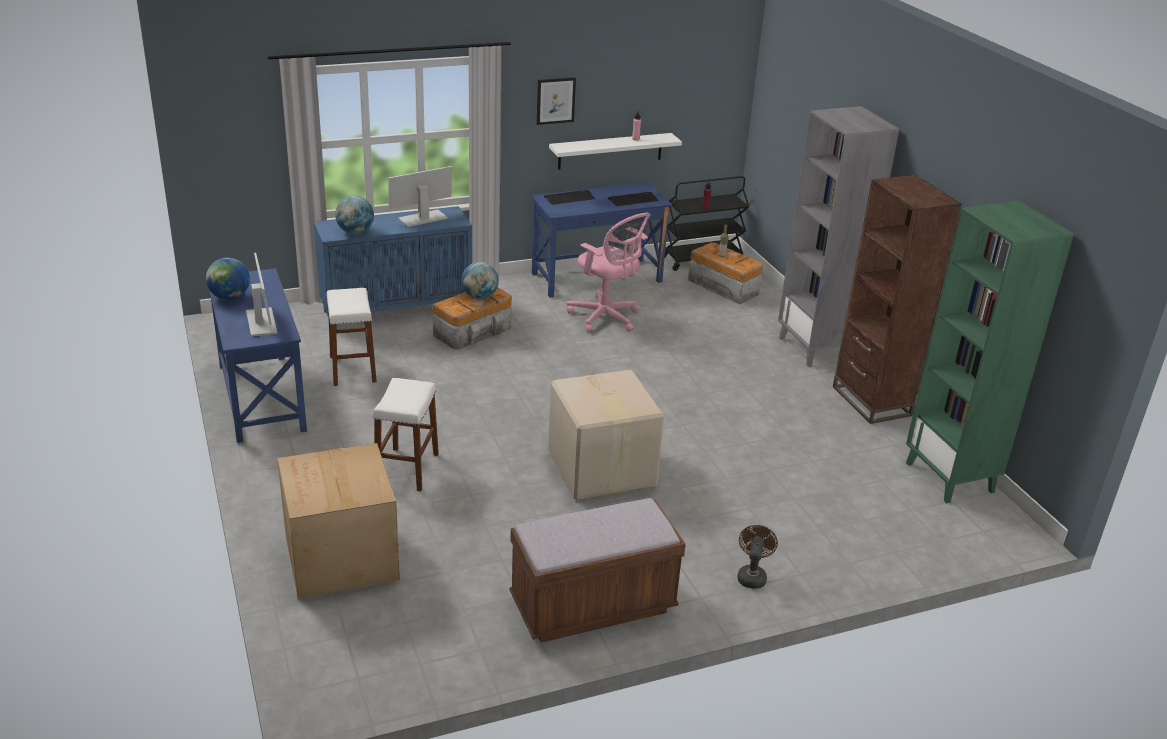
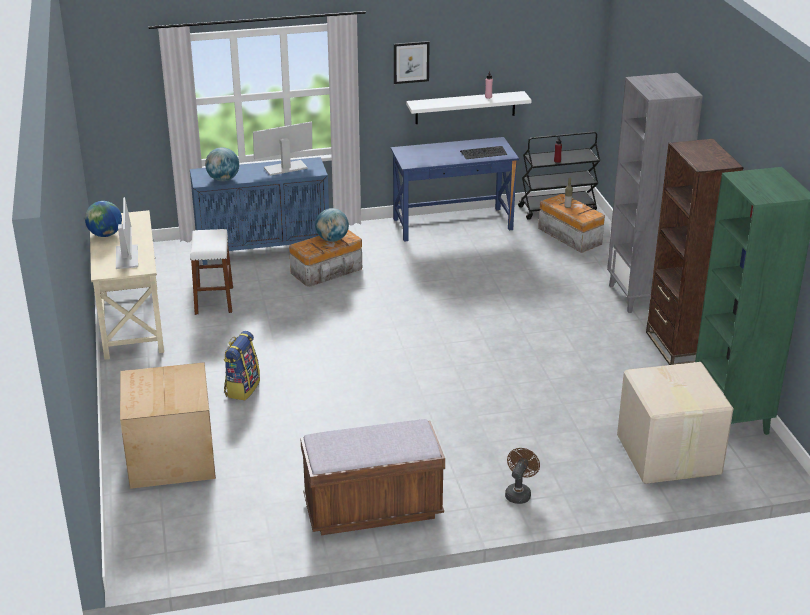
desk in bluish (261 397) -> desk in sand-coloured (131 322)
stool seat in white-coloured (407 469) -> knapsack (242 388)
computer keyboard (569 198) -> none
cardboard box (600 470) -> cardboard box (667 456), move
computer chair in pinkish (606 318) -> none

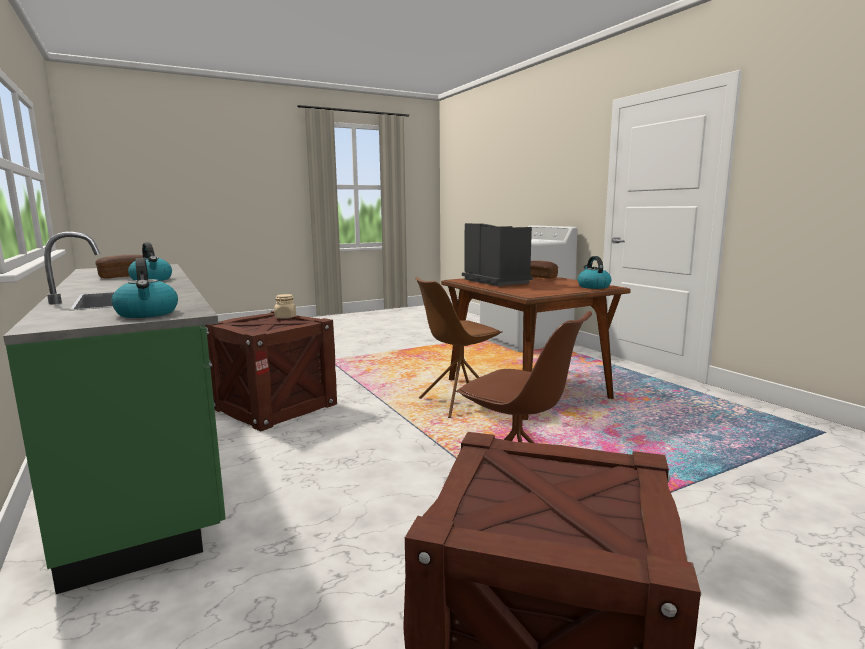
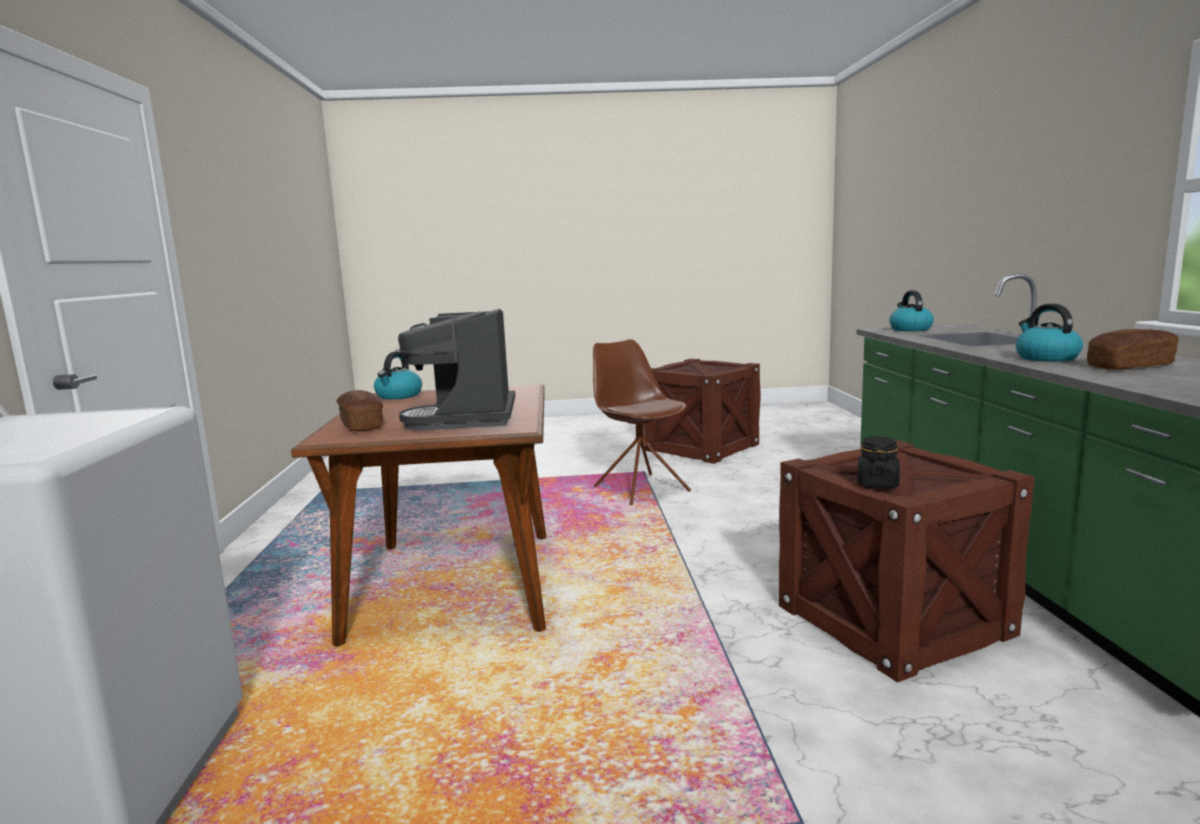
storage jar in sand-coloured (285 317) -> storage jar in black (877 484)
chair in brown-coloured (458 403) -> none

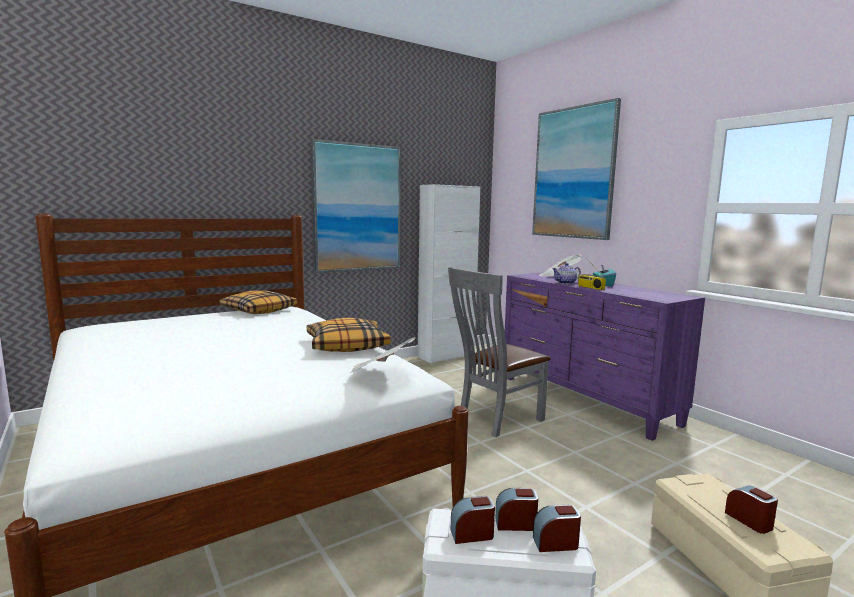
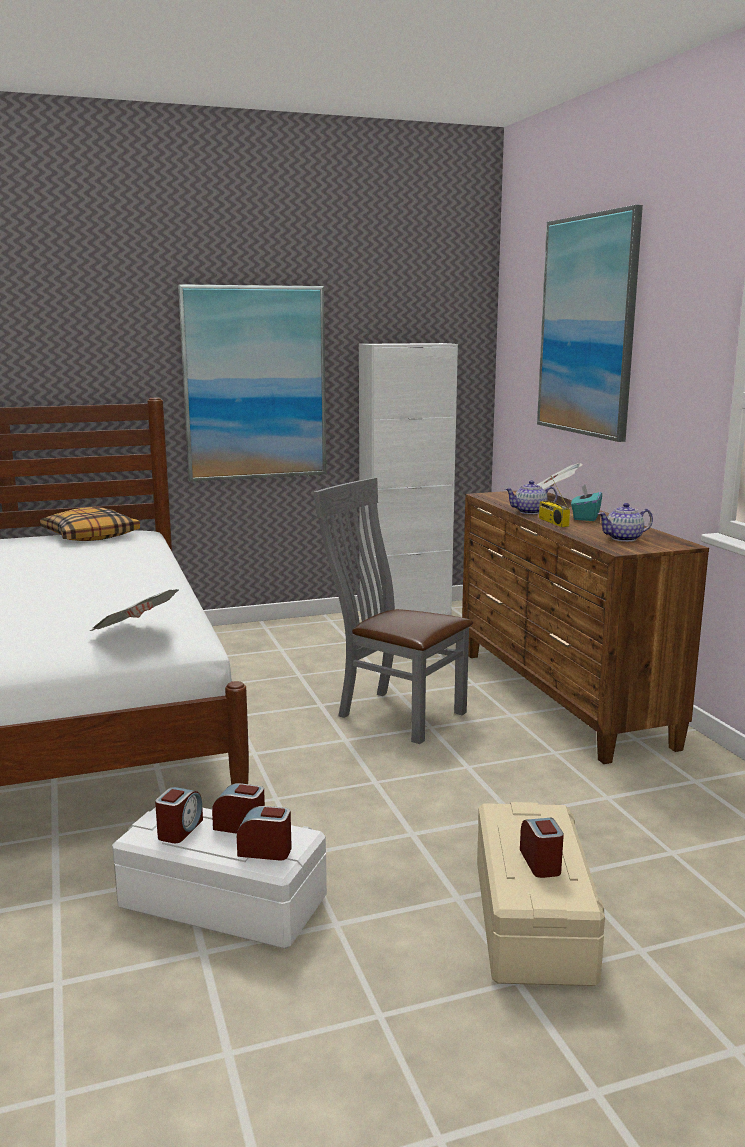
pillow (347 345) -> none
chair in grey (496 420) -> chair in grey (394 713), 60 degrees clockwise
table clock (472 534) -> table clock (180 830), 105 degrees clockwise
dresser in purple-coloured (585 400) -> dresser in brown-coloured (560 698)
none -> teapot (624 538)

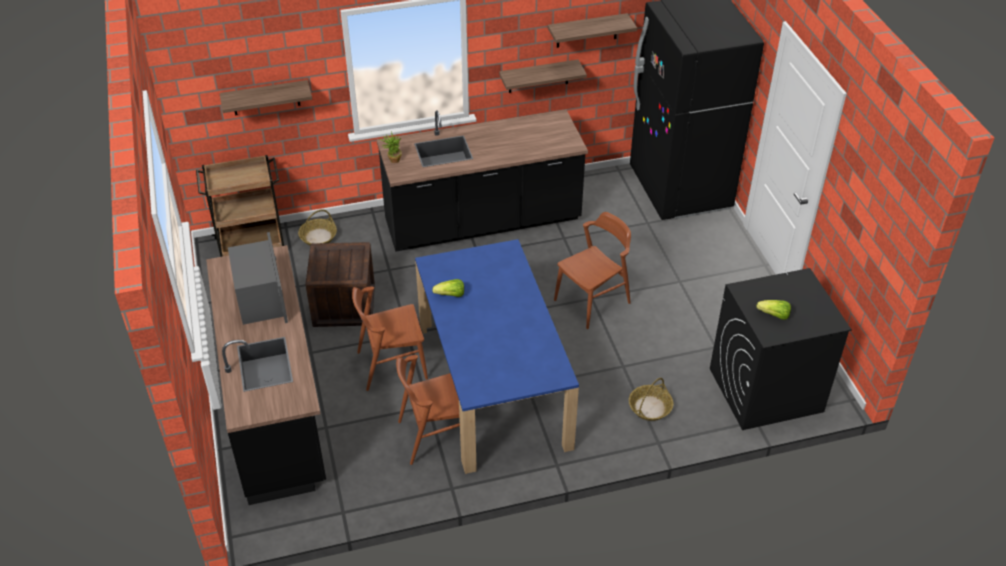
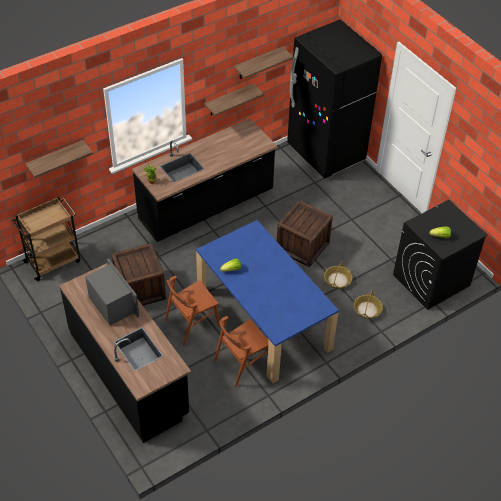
household basket (318 237) -> household basket (337 280), move
chair in brown-coloured (592 301) -> crate (302 246)

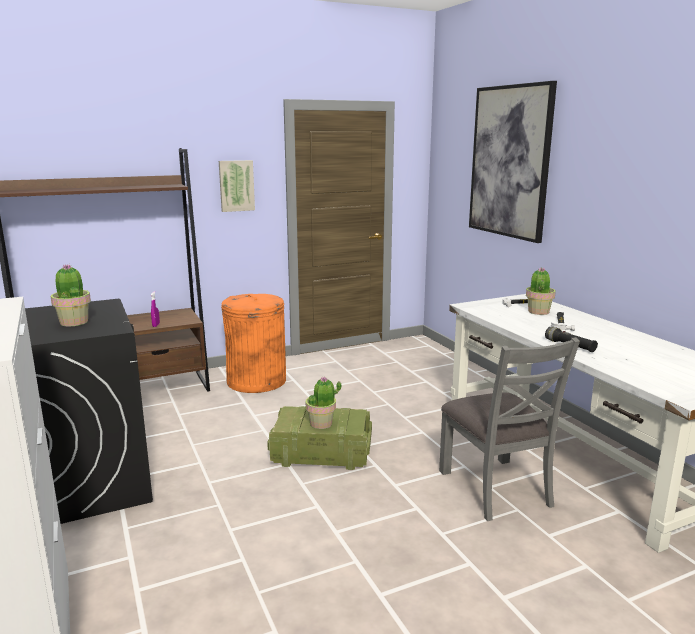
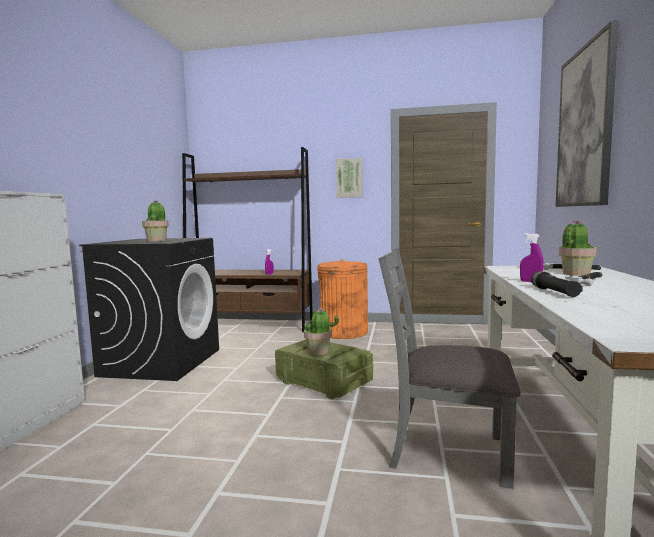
chair in grey (496 488) -> chair in grey (447 451), 90 degrees clockwise
none -> sprayer in purple-coloured (531 282)

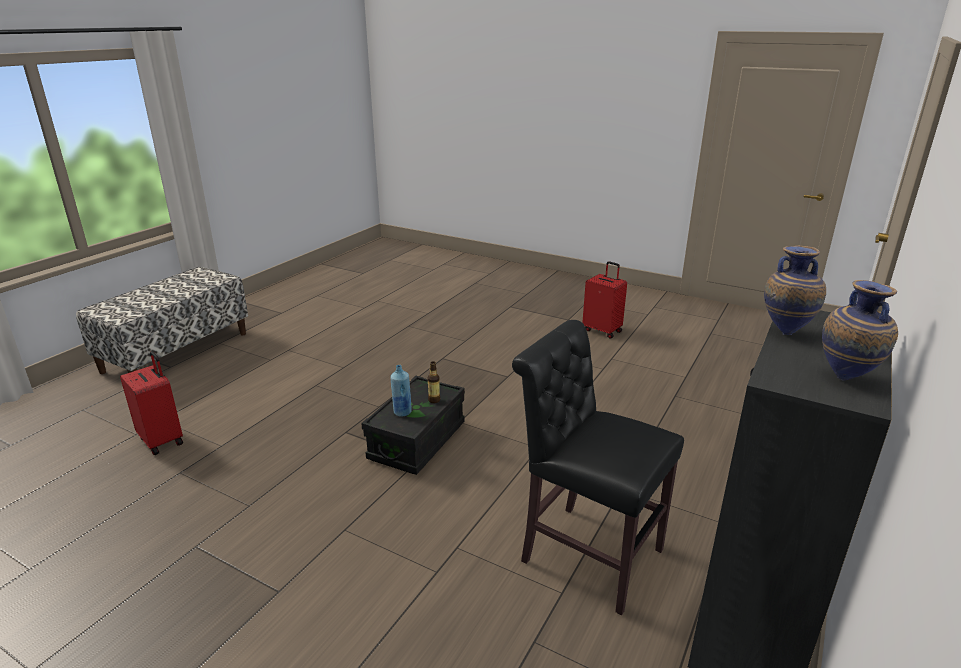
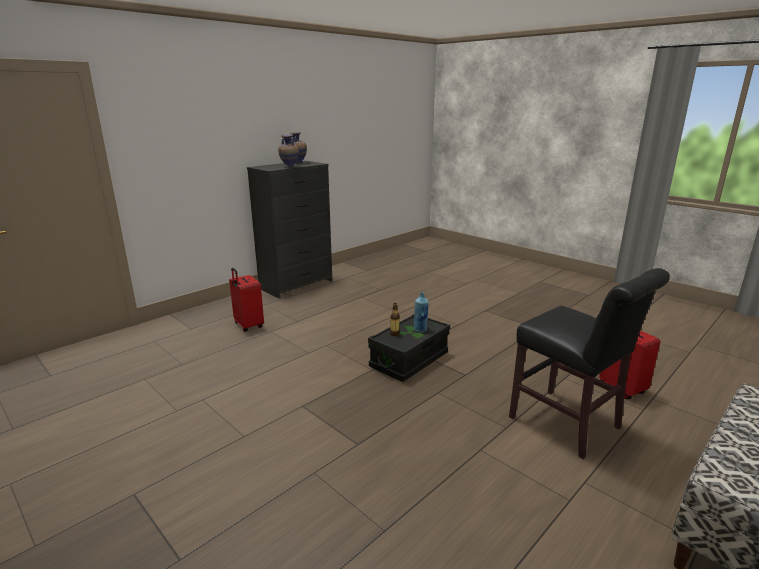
chair in black (585 552) -> chair in black (569 425), move
piece of luggage in red-coloured (603 330) -> piece of luggage in red-coloured (248 326), move

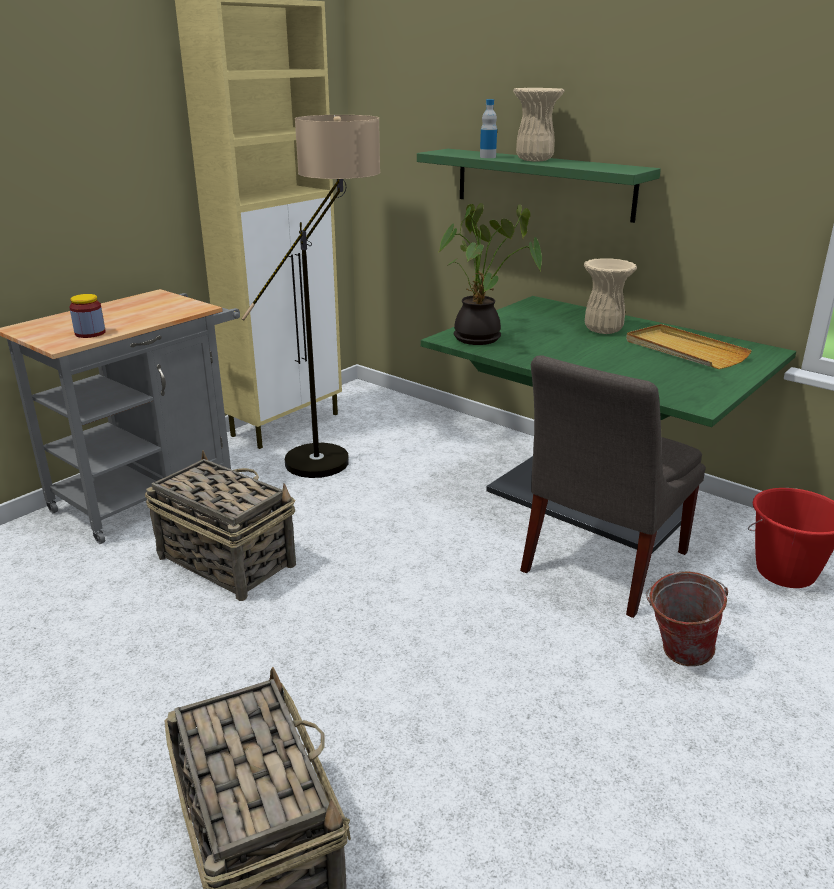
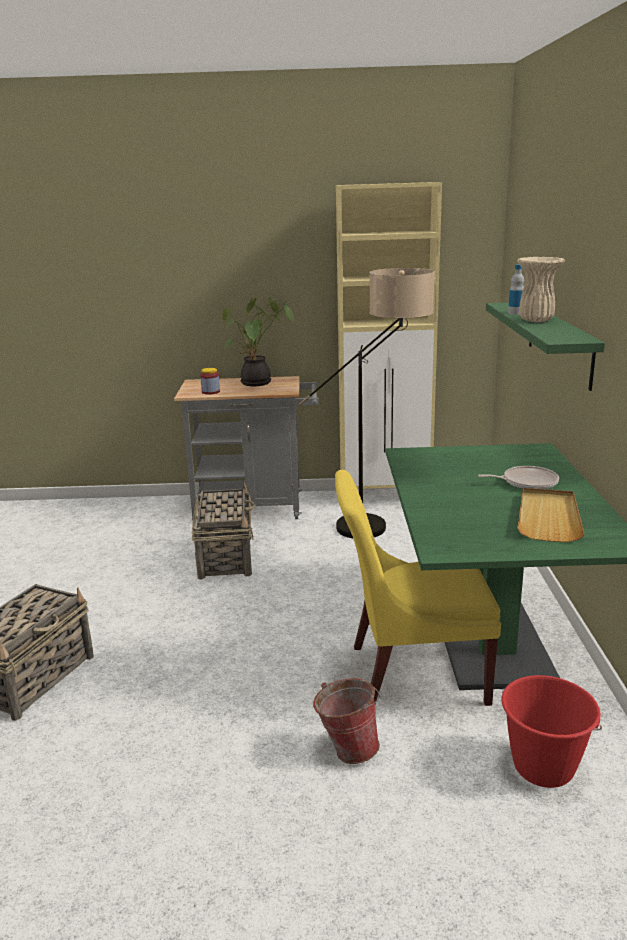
plant in a pot (481 339) -> plant in a pot (257 383), move
chair in grey (600 565) -> chair in yellowish (410 674)
decorative vase in sand-coloured (602 330) -> frying pan (527 482)

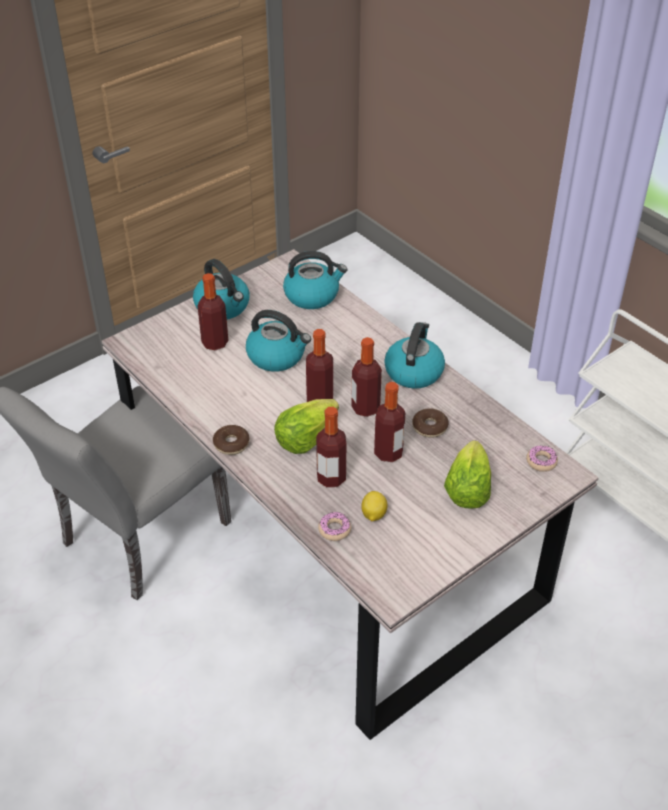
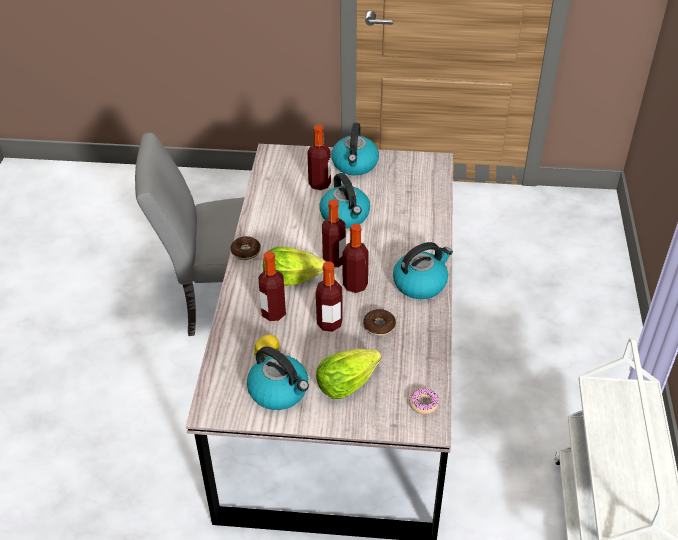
kettle (312 295) -> kettle (279 391), move
ring doughnut (334 530) -> none

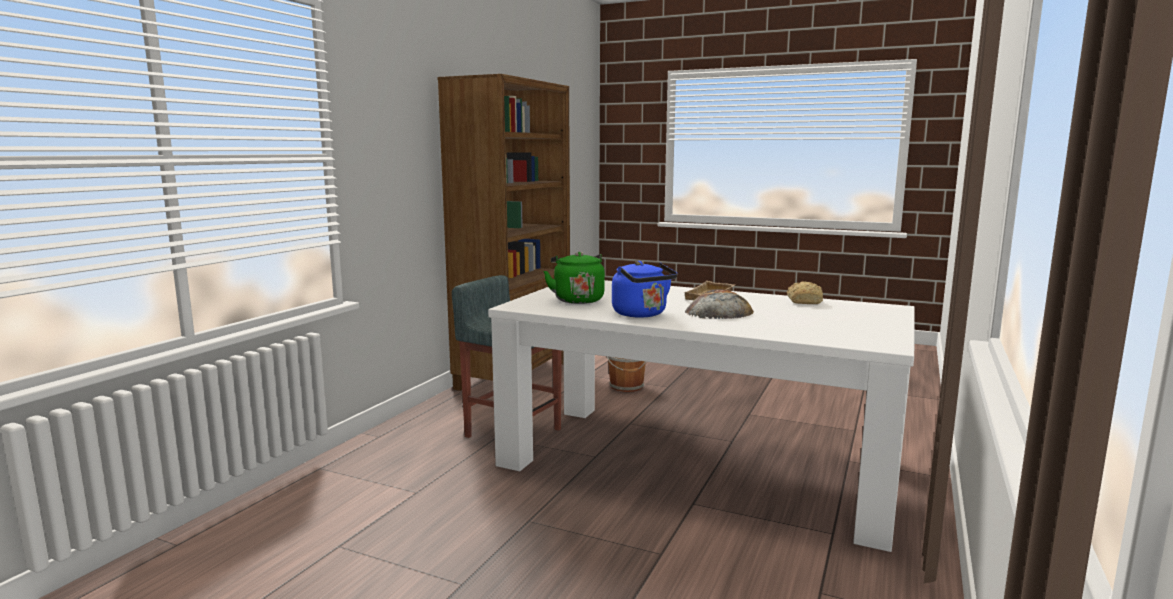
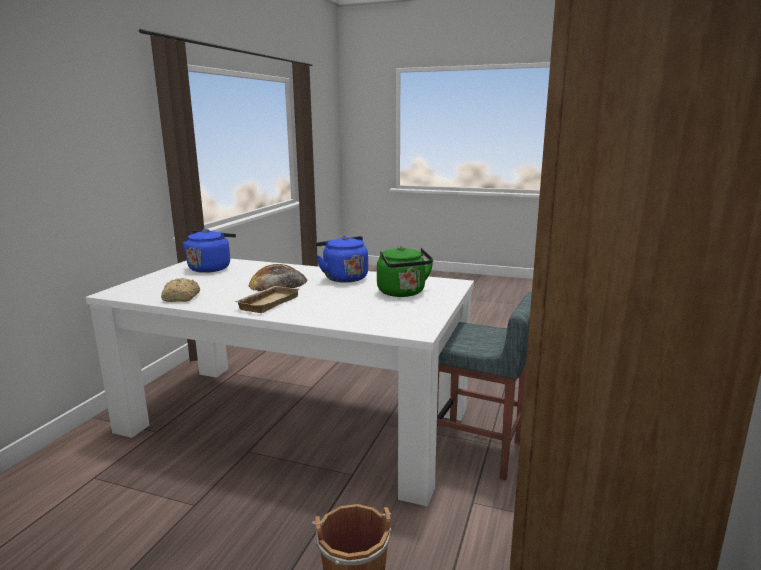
none -> kettle in bluish (211 268)

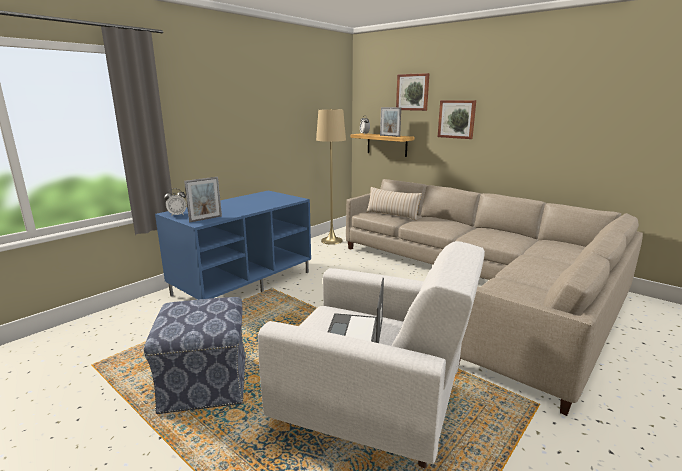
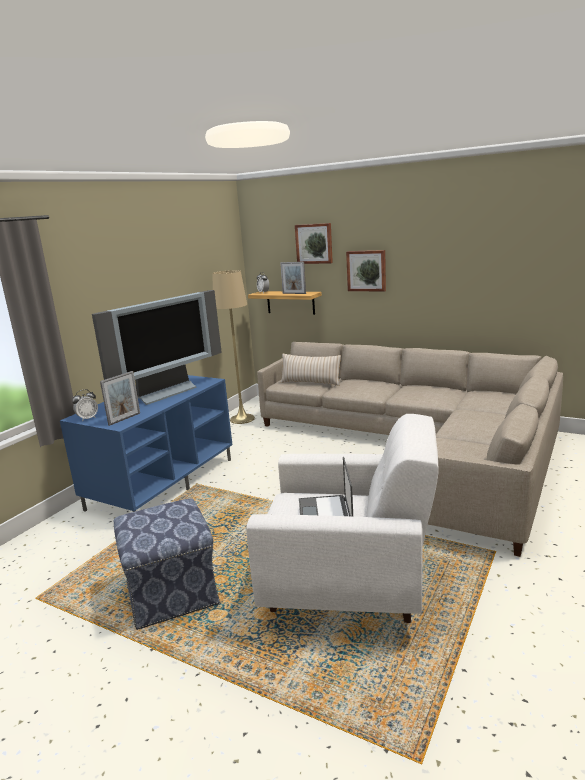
none -> TV (163 393)

